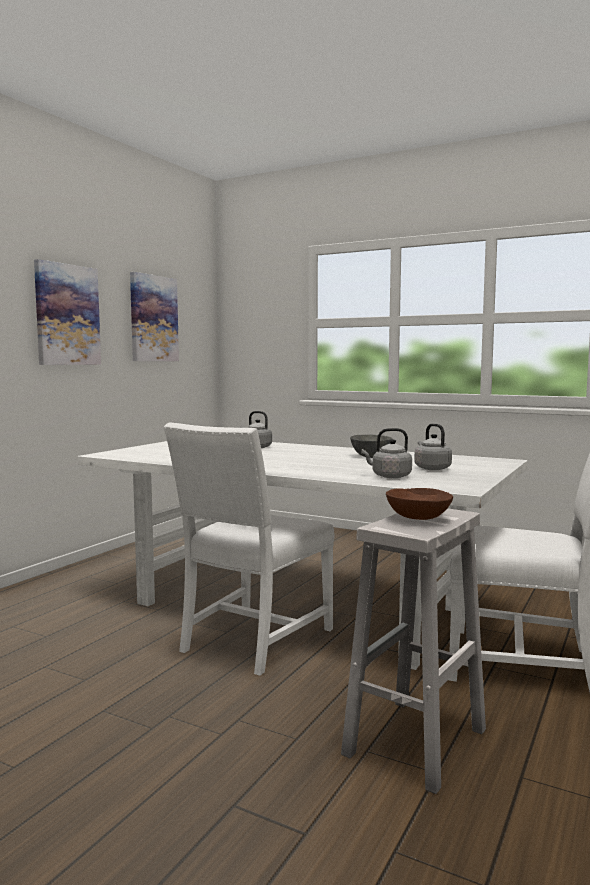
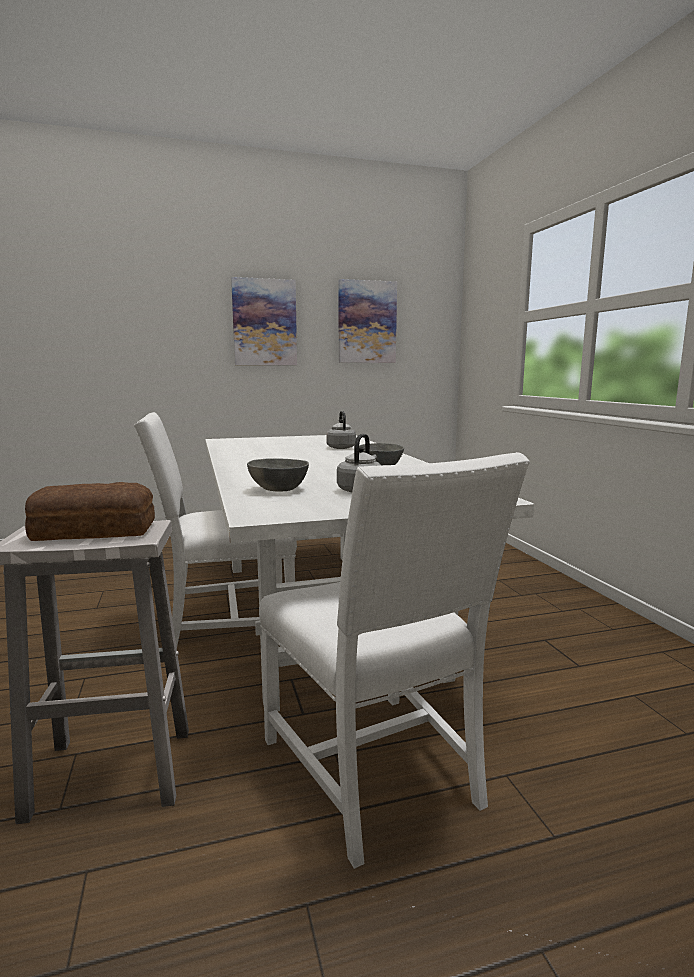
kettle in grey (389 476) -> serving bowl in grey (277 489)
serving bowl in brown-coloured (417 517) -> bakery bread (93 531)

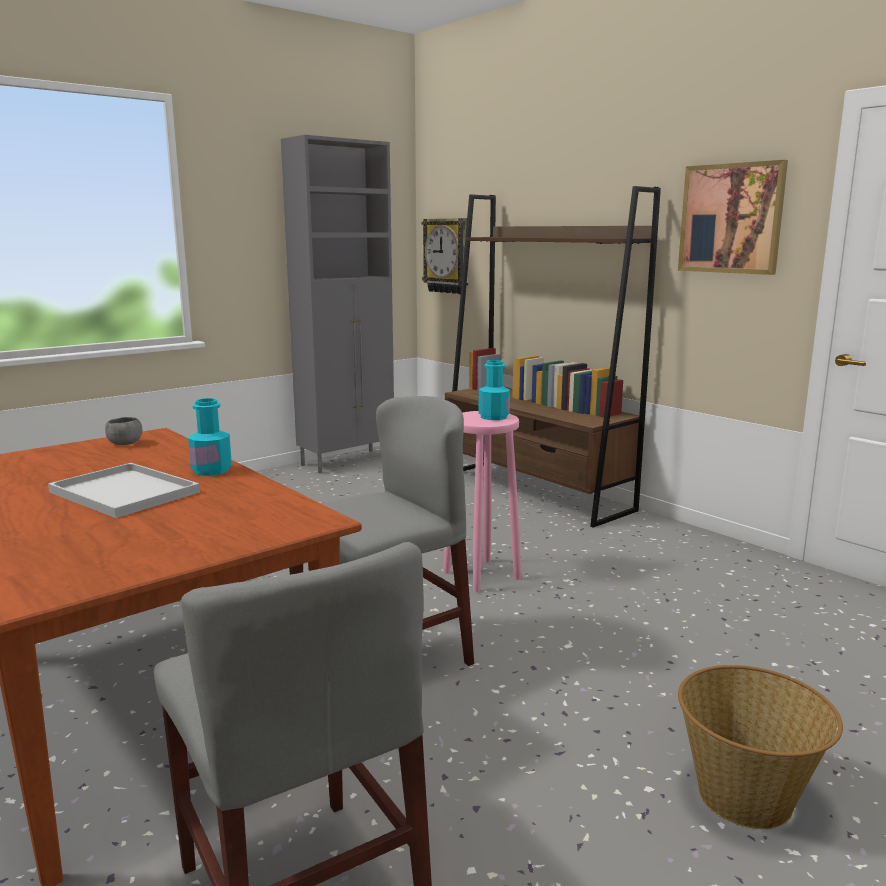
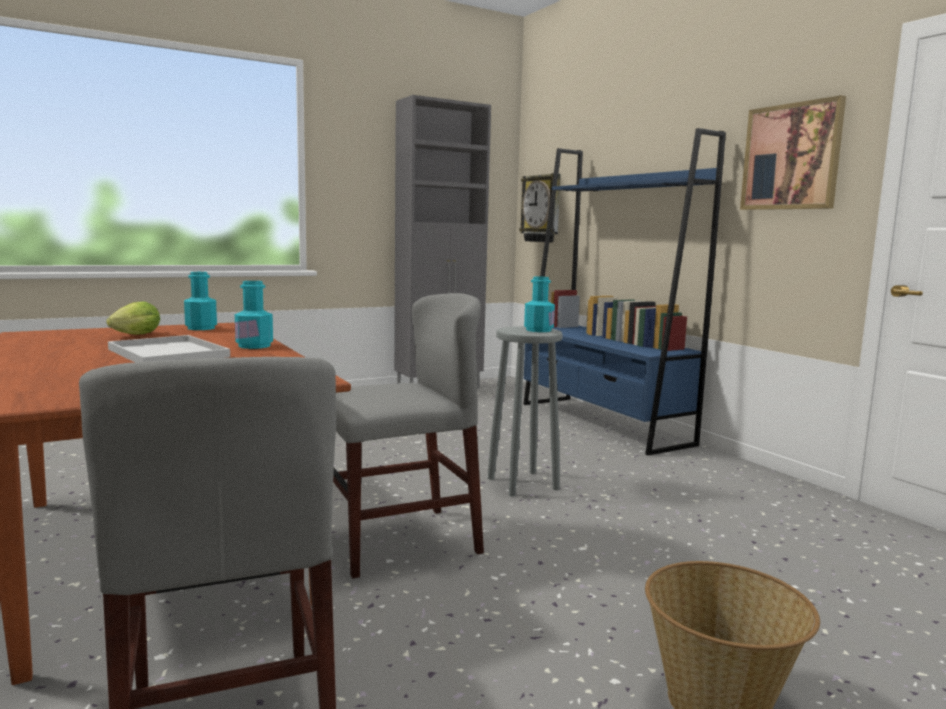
serving bowl in grey (125 444) -> beverage bottle in turquoise (201 328)
stool seat in pinkish (481 575) -> stool seat in grey (522 483)
shelving unit in brown-coloured (535 491) -> shelving unit in bluish (603 423)
none -> lettuce head (133 335)

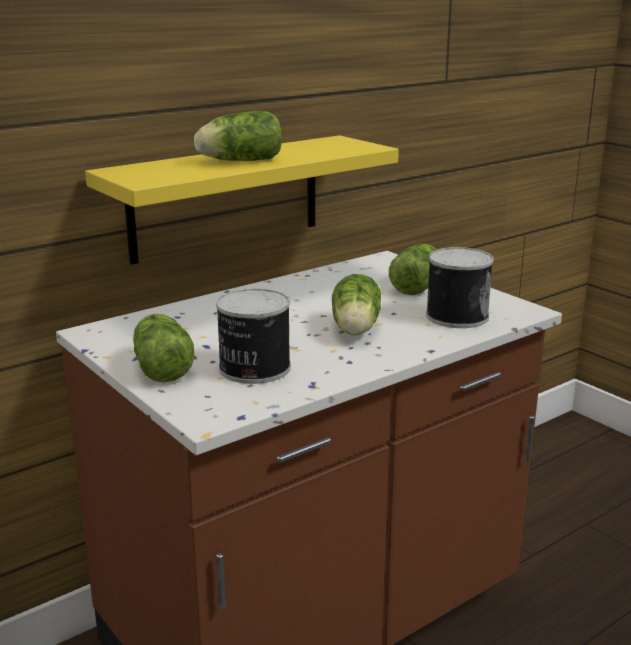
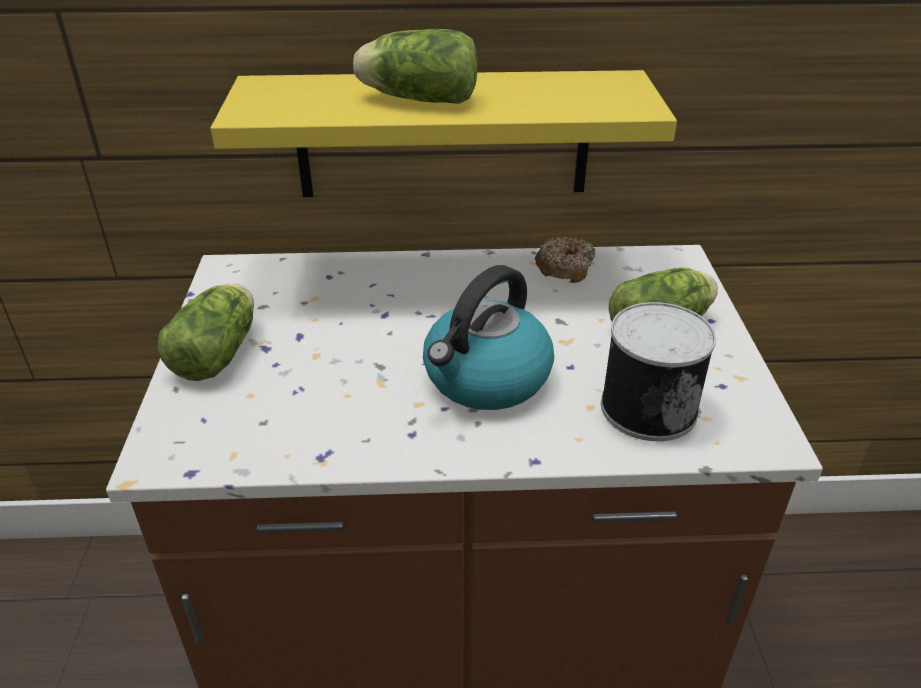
metal can (253 368) -> none
lettuce head (355 330) -> kettle (486 379)
none -> ring doughnut (565 268)

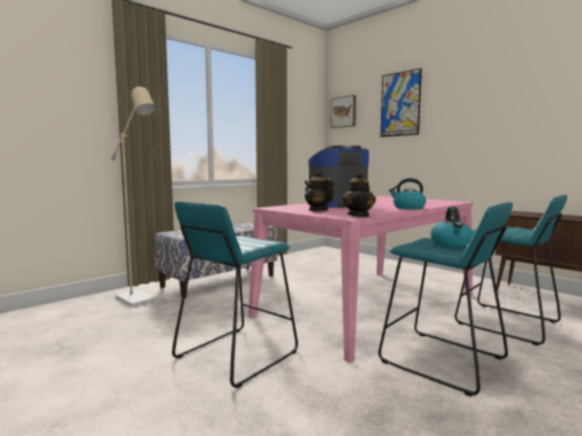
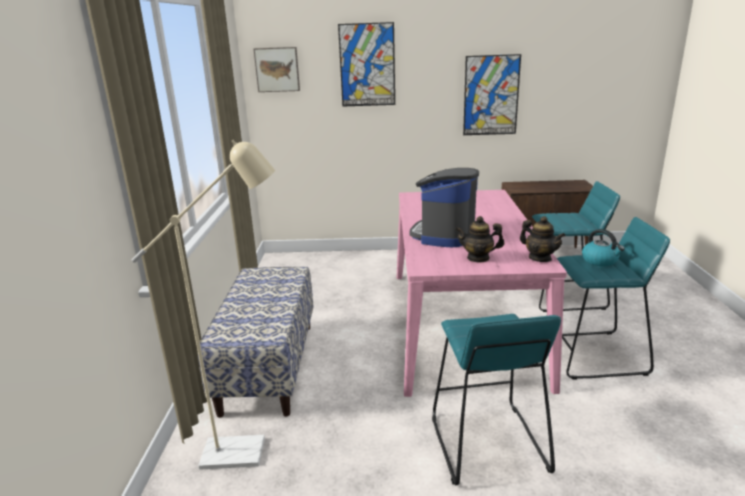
kettle (408 208) -> none
none -> wall picture (491 95)

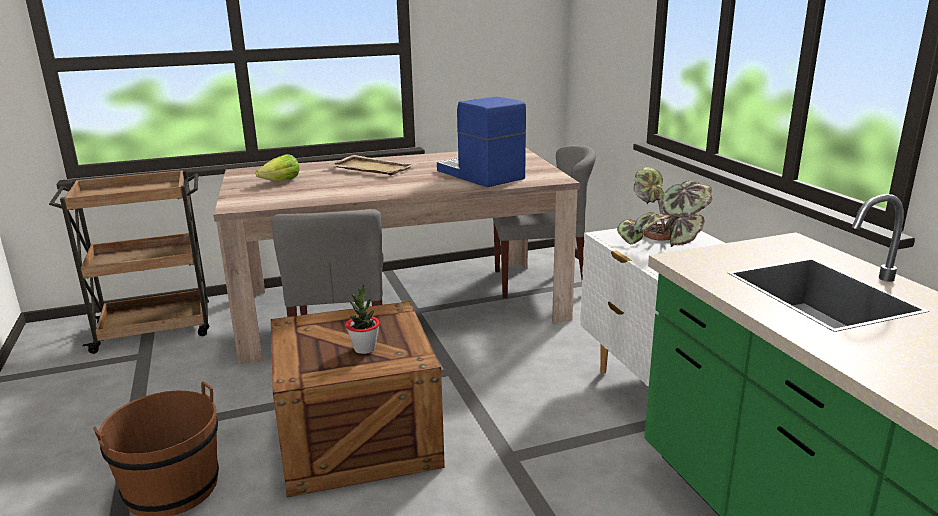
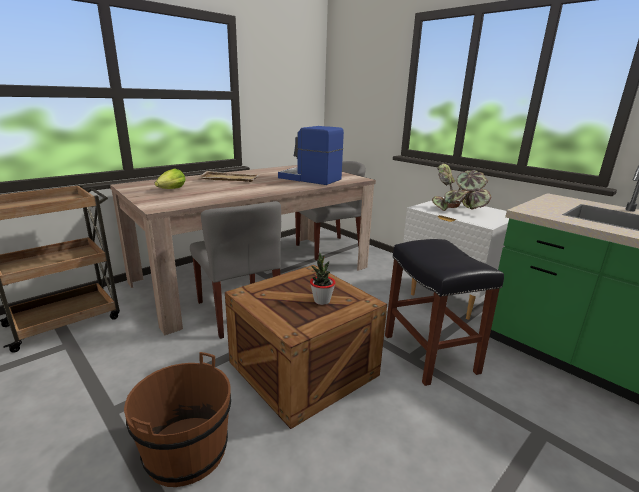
none -> stool seat in black (431 354)

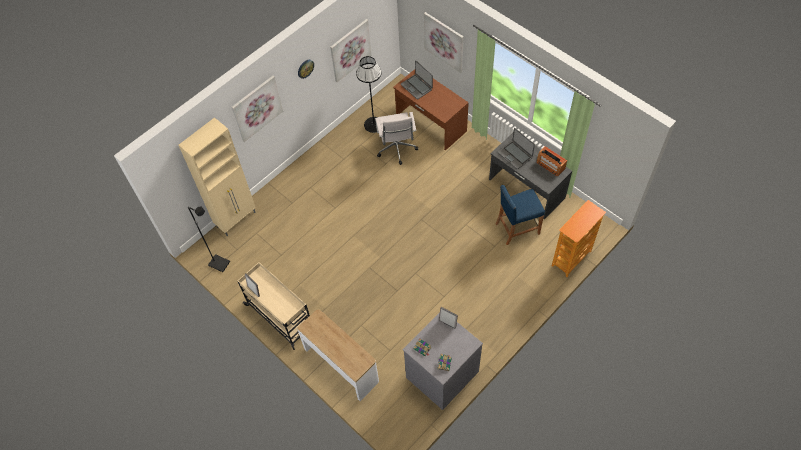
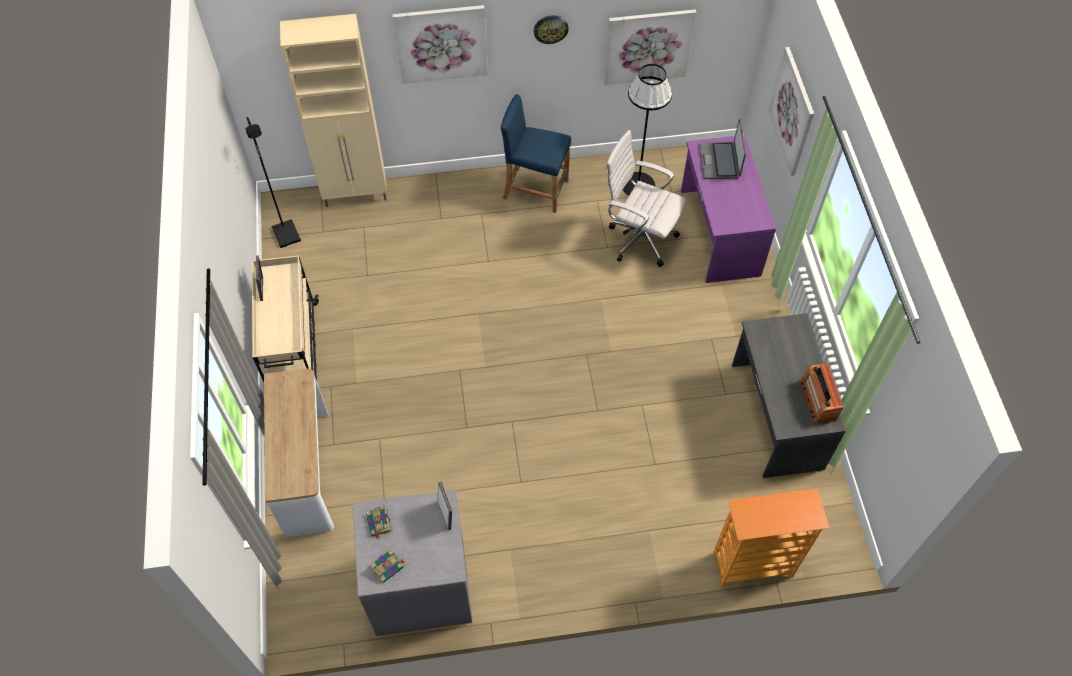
computer chair in white-coloured (397 150) -> computer chair in white-coloured (638 238), 90 degrees clockwise
desk in brown-coloured (430 123) -> desk in purple-coloured (718 232)
stool seat in bluish (517 228) -> stool seat in bluish (535 189), move
portable computer (515 155) -> none

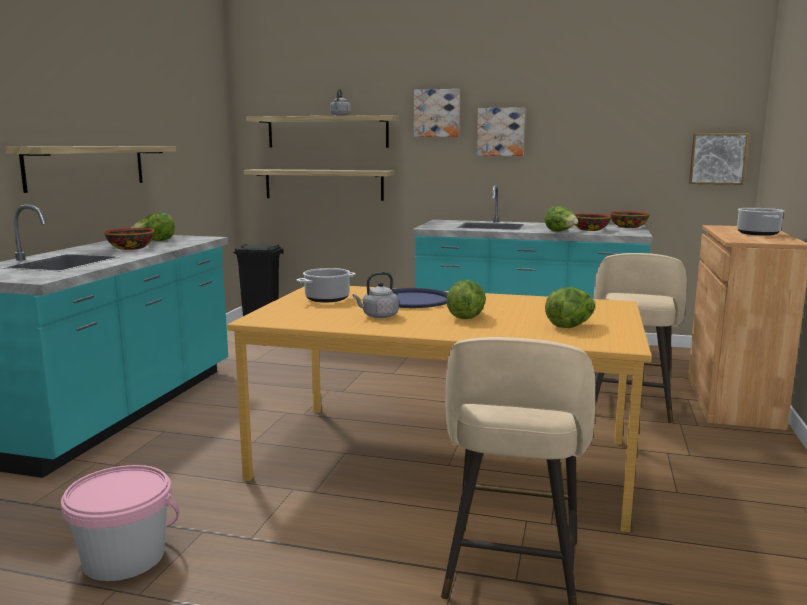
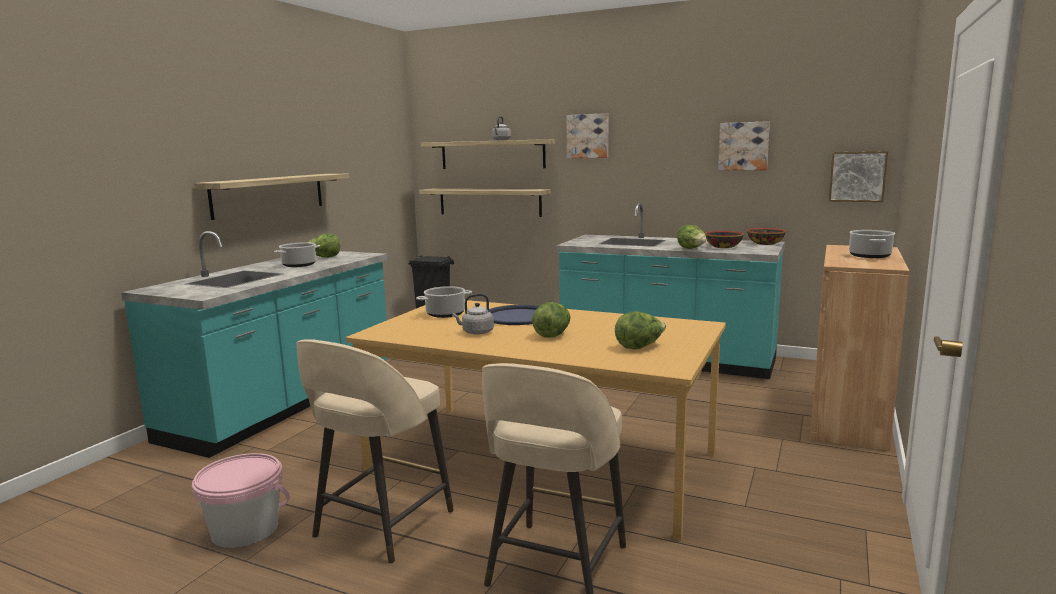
serving bowl (131 248) -> stockpot (299 265)
wall picture (500 132) -> wall picture (743 146), move
stool seat in sand-coloured (629 406) -> stool seat in sand-coloured (381 526), move

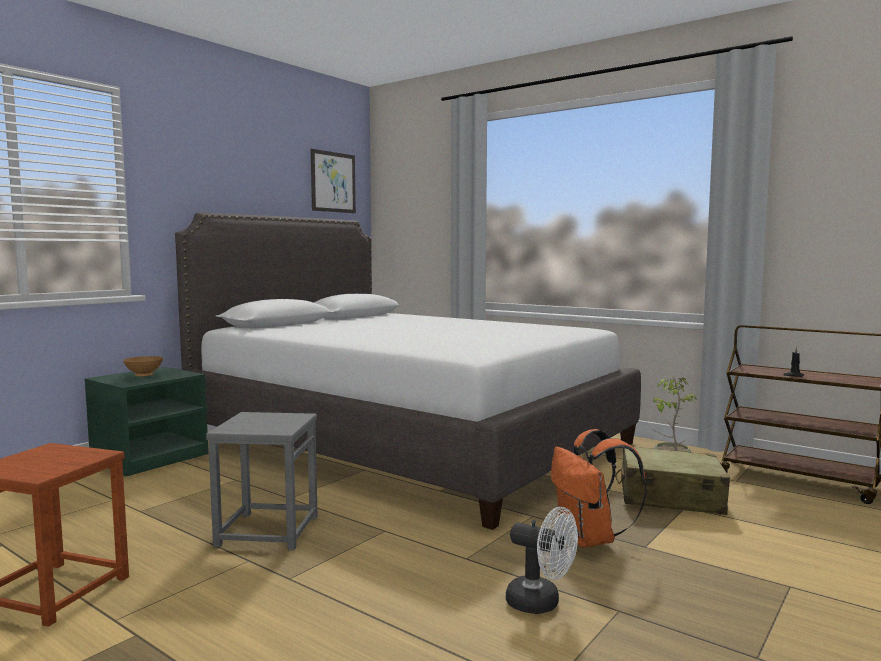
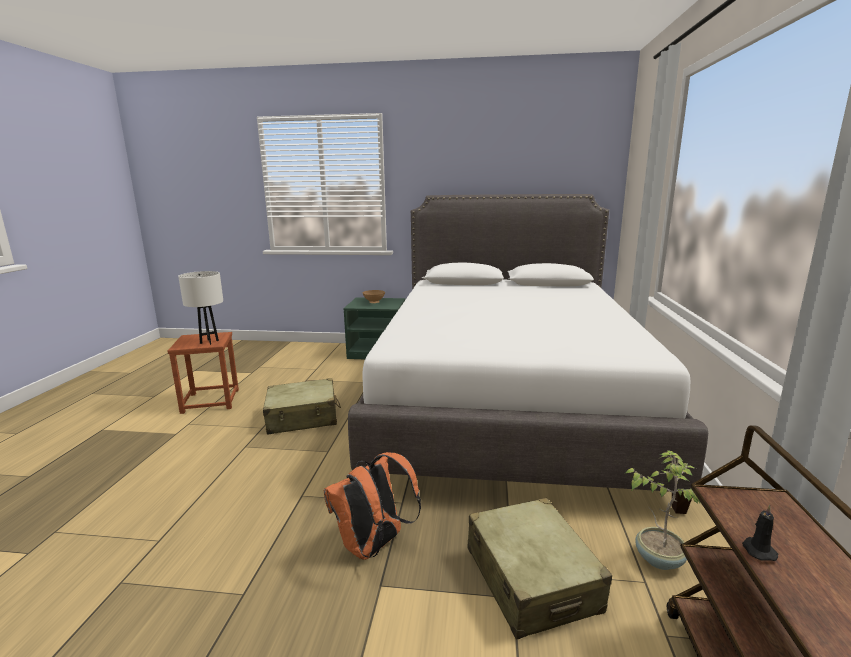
stool seat in grey (267 531) -> piece of luggage in sand-coloured (303 417)
wall picture (333 182) -> none
cooling fan in white-coloured (541 603) -> none
none -> tabletop lamp in white-coloured (209 342)

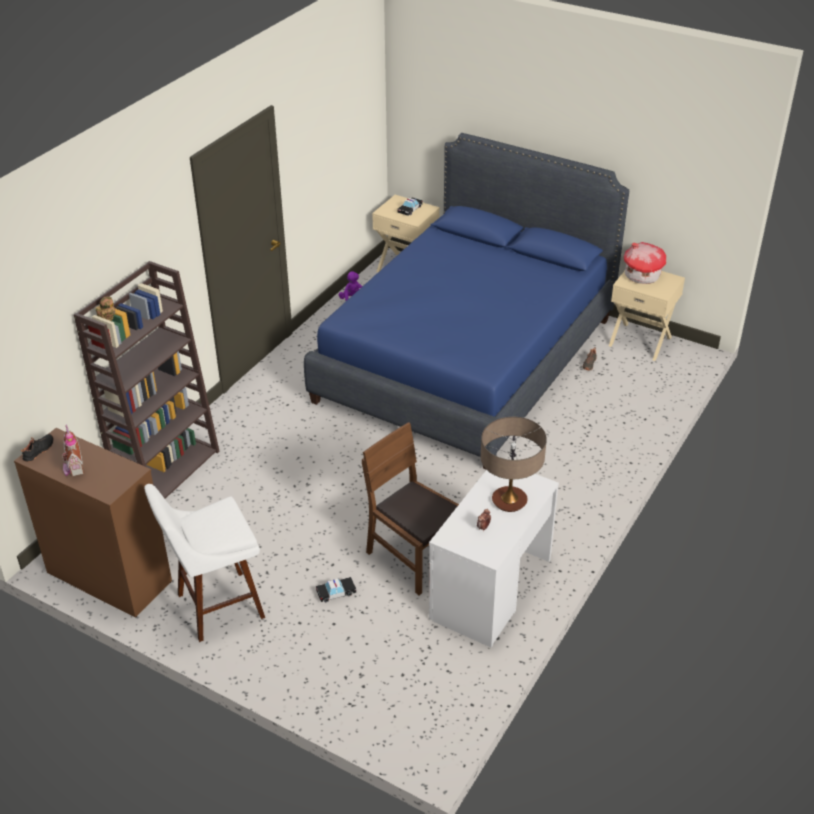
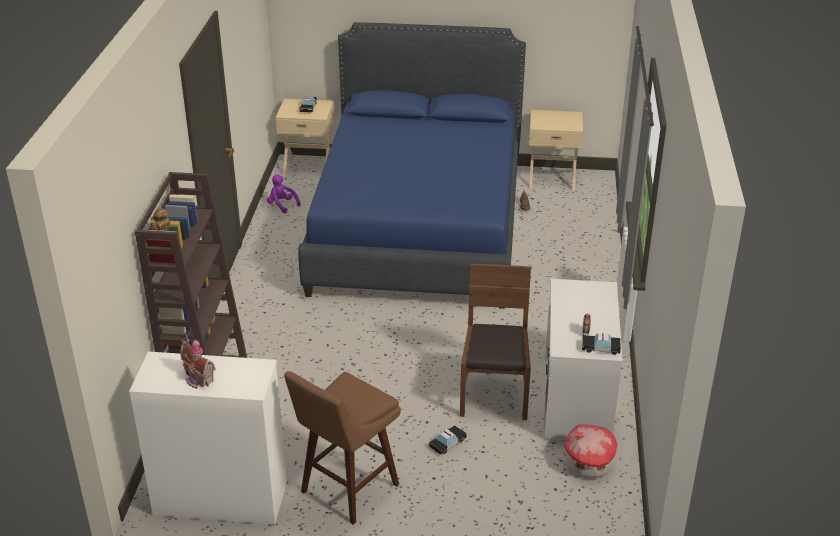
dresser in brown-coloured (109 577) -> dresser in white-coloured (221 499)
shoe in black (39 451) -> none
stool seat in white-coloured (216 607) -> stool seat in brown-coloured (346 491)
chair in brown-coloured (415 557) -> chair in brown-coloured (494 393), 75 degrees clockwise
tabletop lamp (509 501) -> none
model house (641 276) -> model house (588 466), move
none -> miniature car (600 348)

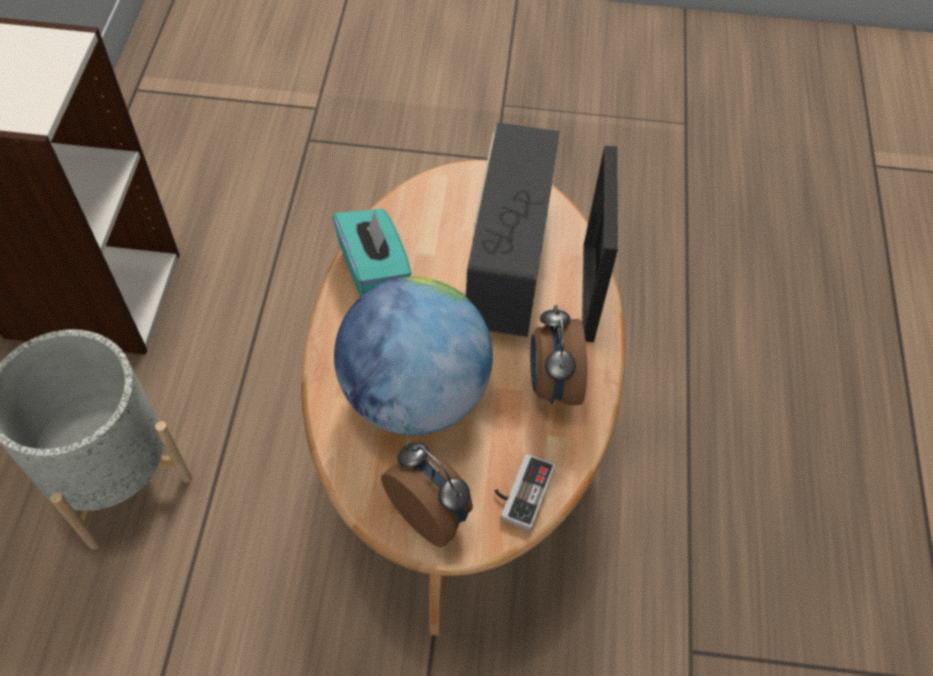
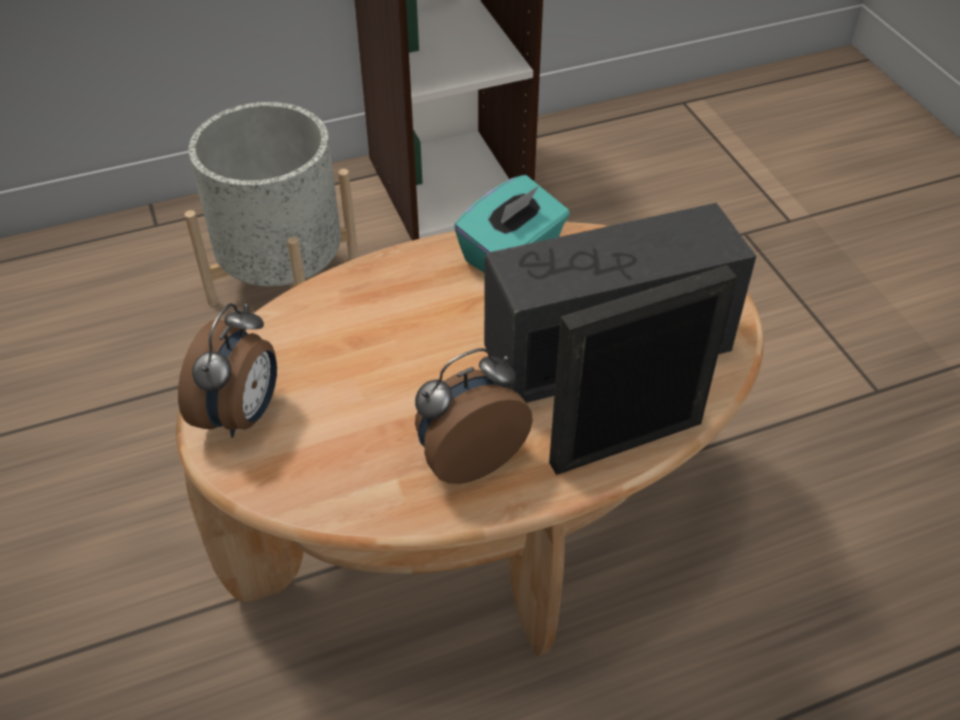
globe (415 394) -> none
gamepad (520 491) -> none

